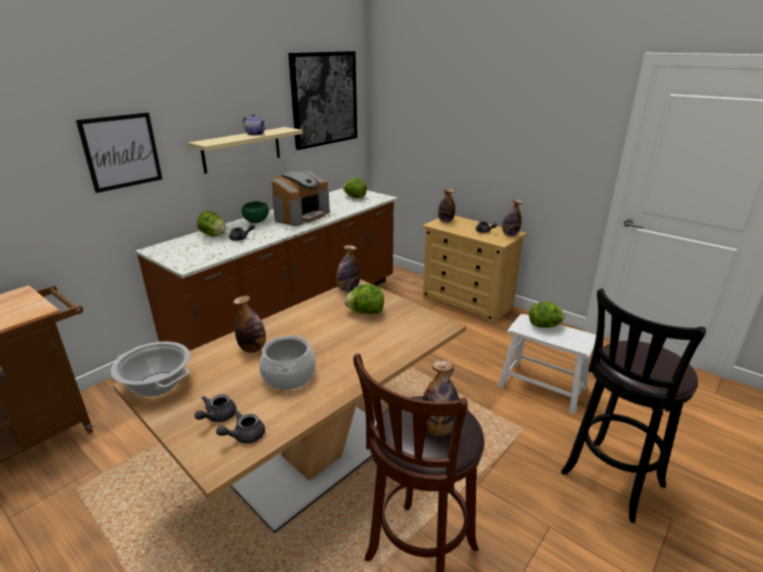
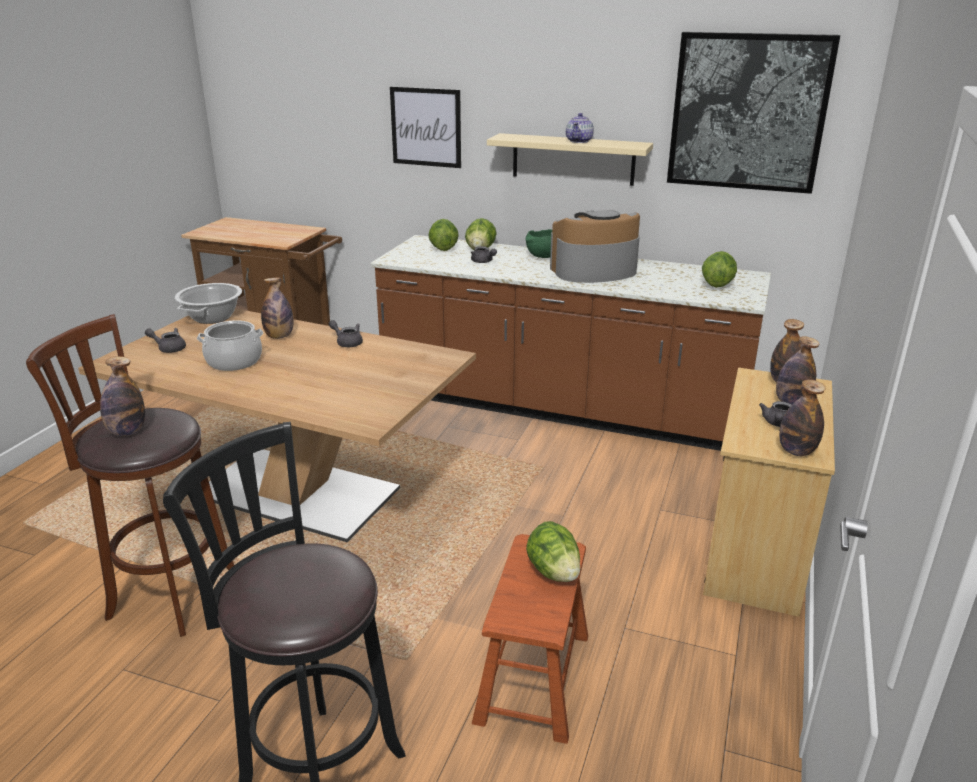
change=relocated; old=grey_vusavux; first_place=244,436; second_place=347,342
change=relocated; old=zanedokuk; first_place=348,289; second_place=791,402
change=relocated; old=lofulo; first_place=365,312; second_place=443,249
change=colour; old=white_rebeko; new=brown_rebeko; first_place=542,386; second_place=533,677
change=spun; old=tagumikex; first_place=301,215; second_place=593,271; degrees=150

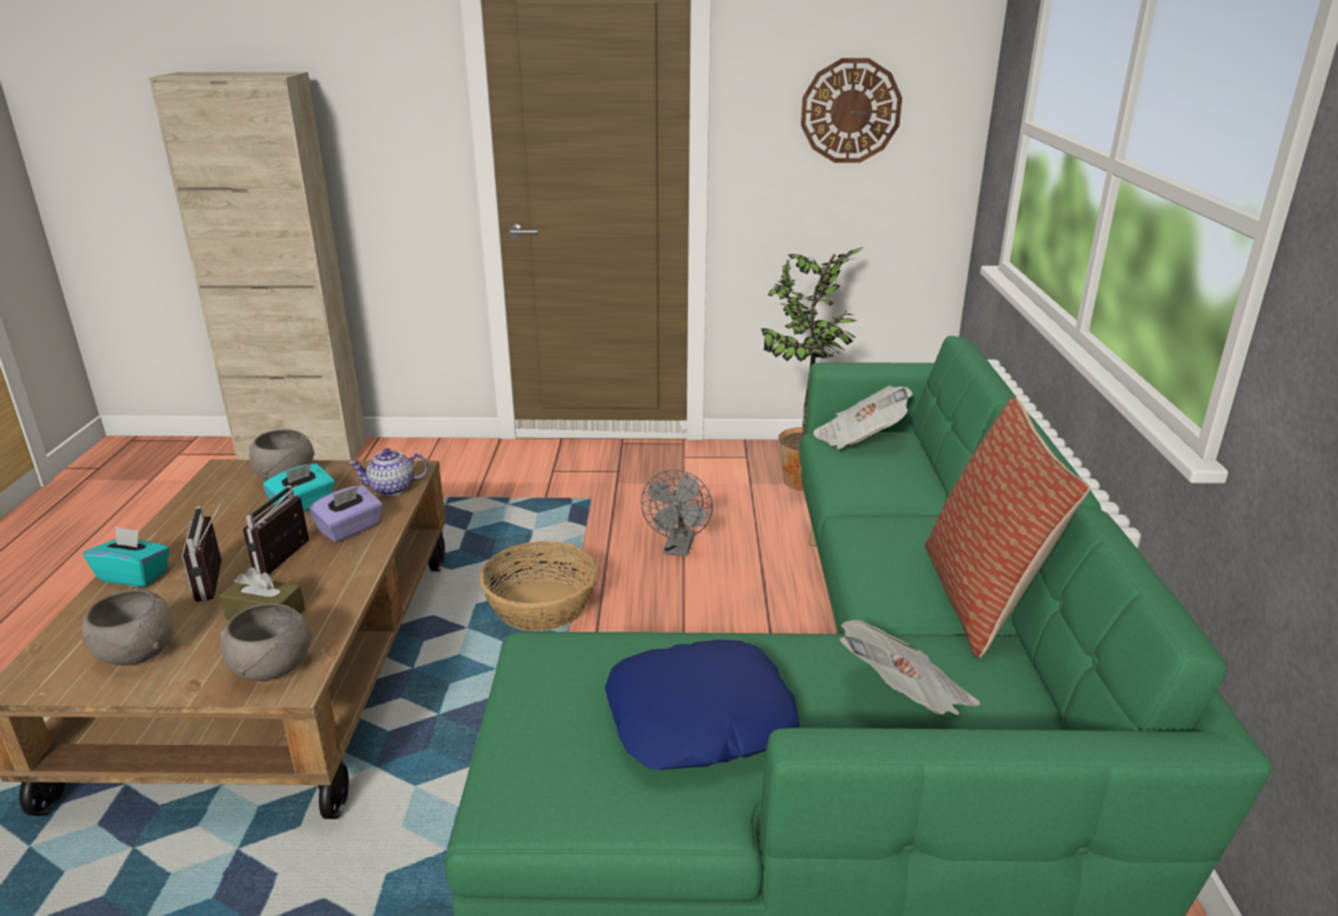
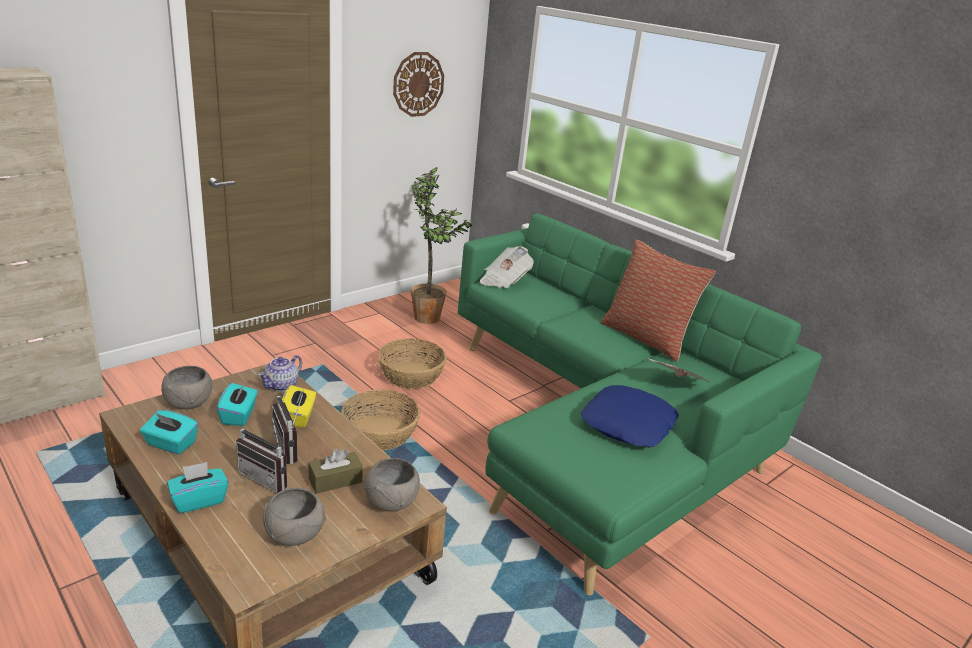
change=appeared; new=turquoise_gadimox; second_place=171,444
change=exchanged; old=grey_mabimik; new=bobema; first_place=678,549; second_place=411,375
change=colour; old=purple_gadimox; new=yellow_gadimox; first_place=350,529; second_place=298,417

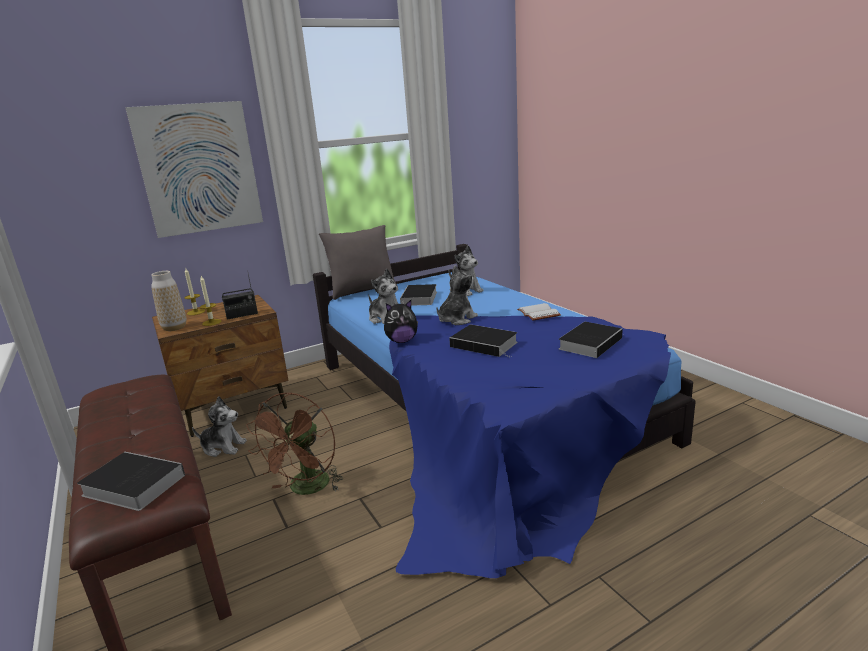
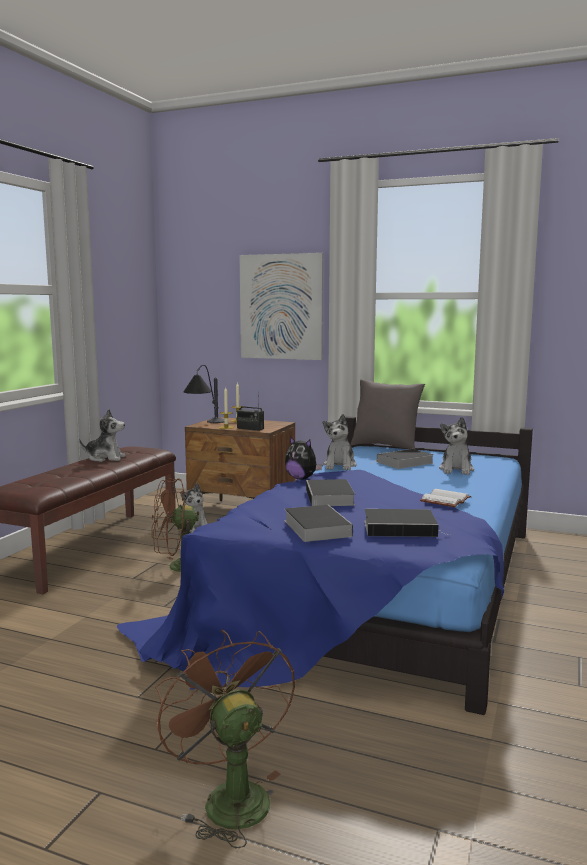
change=appeared; new=brown_mabimik; second_place=229,797
change=relocated; old=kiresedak; first_place=131,485; second_place=315,527
change=relocated; old=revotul; first_place=456,319; second_place=105,458
change=exchanged; old=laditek; new=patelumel; first_place=174,328; second_place=205,424

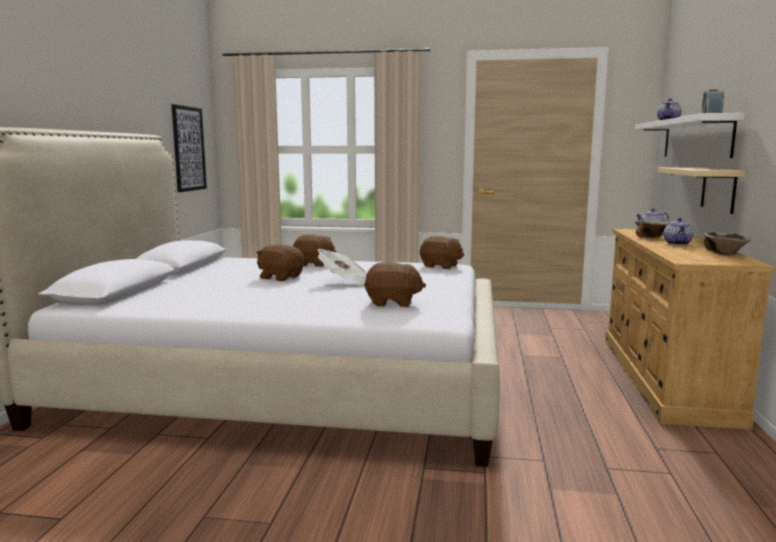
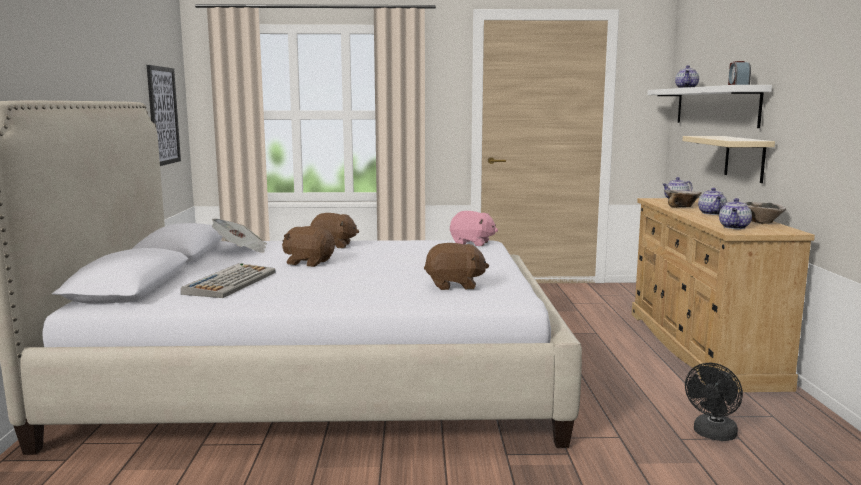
change=appeared; new=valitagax; second_place=230,282
change=appeared; new=black_mabimik; second_place=713,435
change=appeared; new=vusavux; second_place=734,227
change=relocated; old=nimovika; first_place=345,282; second_place=241,250
change=colour; old=brown_revotul; new=pink_revotul; first_place=441,266; second_place=472,243

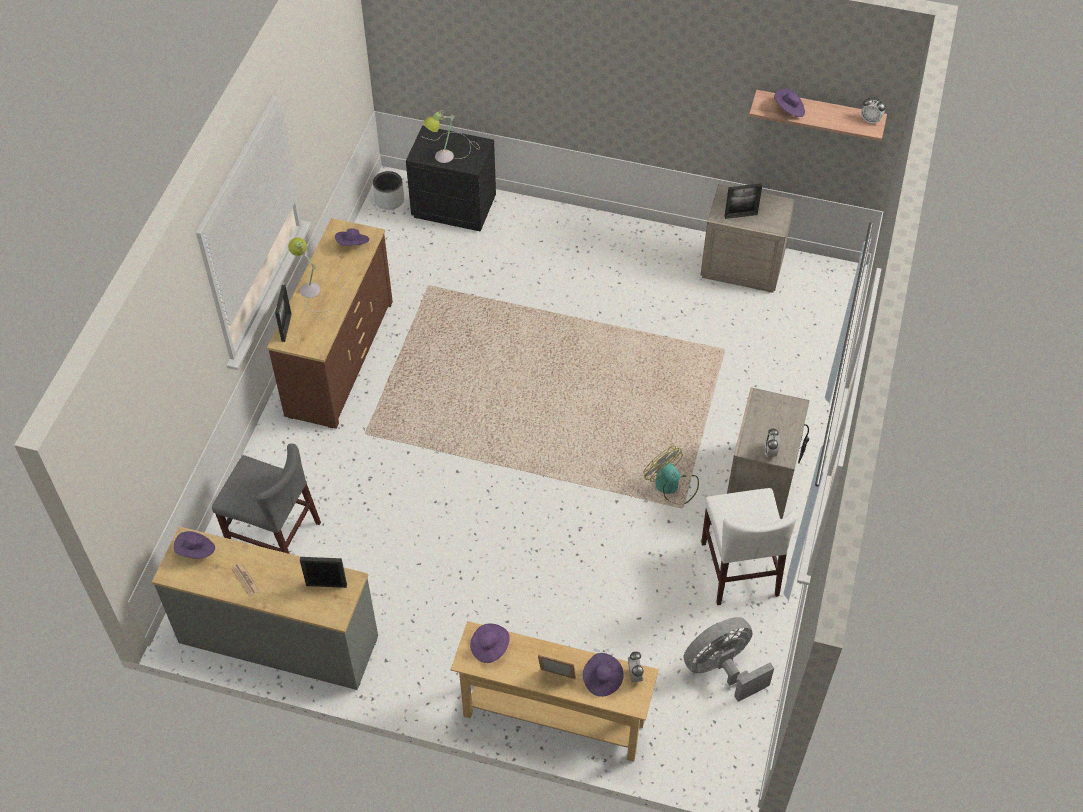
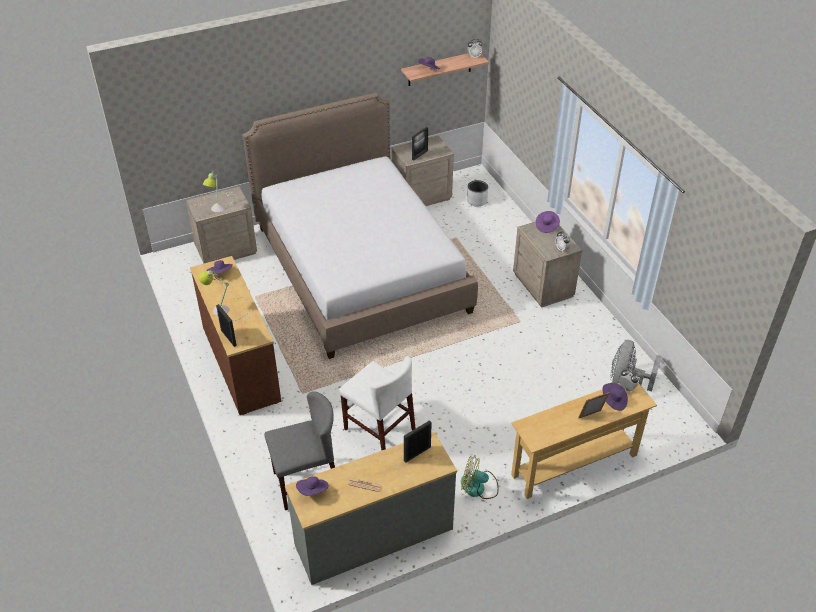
change=appeared; new=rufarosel; second_place=360,268
change=relocated; old=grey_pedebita; first_place=390,200; second_place=477,201
change=relocated; old=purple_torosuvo; first_place=489,647; second_place=546,226
change=relocated; old=mabimik; first_place=672,486; second_place=478,487
change=relocated; old=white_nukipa; first_place=739,568; second_place=379,429
change=colour; old=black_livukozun; new=beige_livukozun; first_place=454,207; second_place=226,250

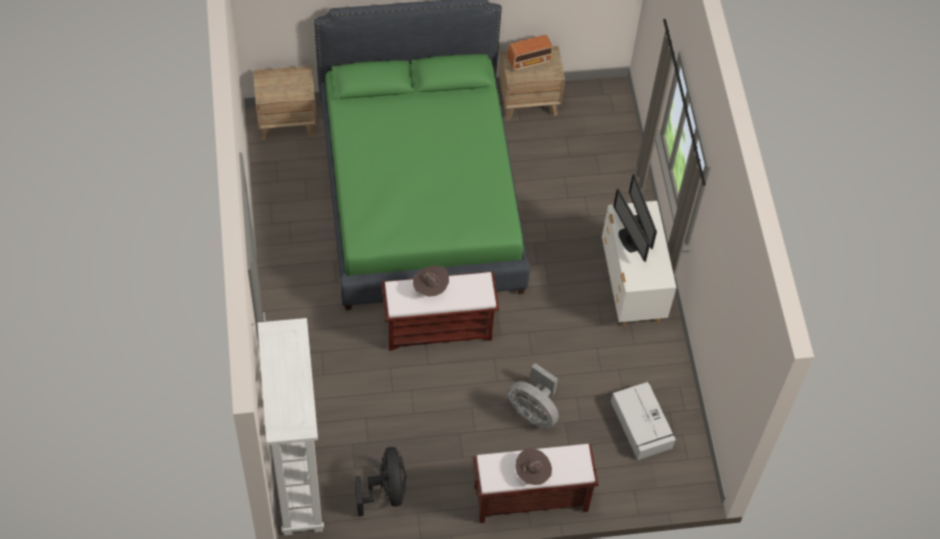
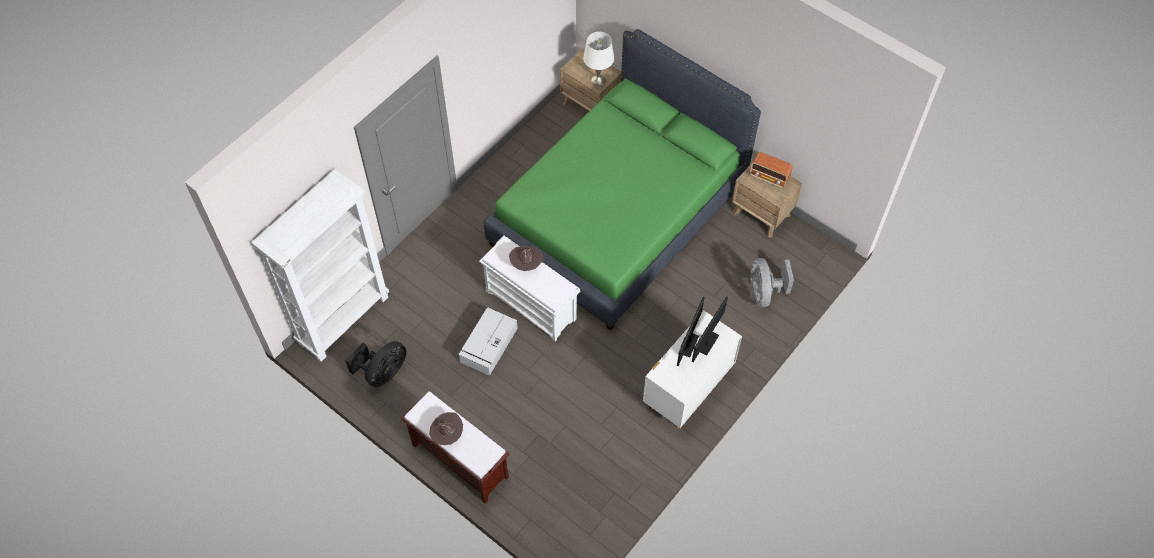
change=appeared; new=white_patelumel; second_place=598,79
change=relocated; old=grey_mabimik; first_place=534,411; second_place=764,293
change=relocated; old=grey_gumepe; first_place=641,426; second_place=488,346
change=colour; old=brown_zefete; new=white_zefete; first_place=439,328; second_place=532,305

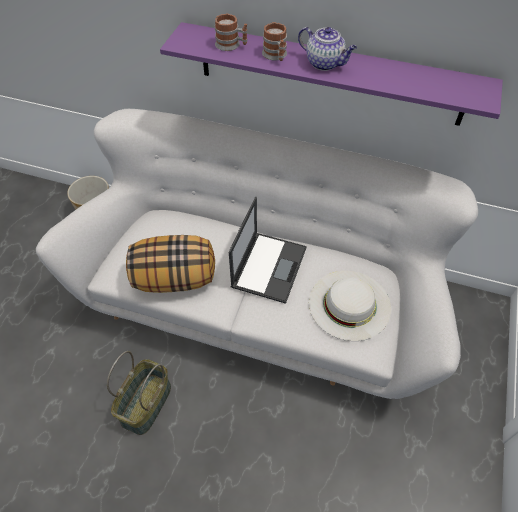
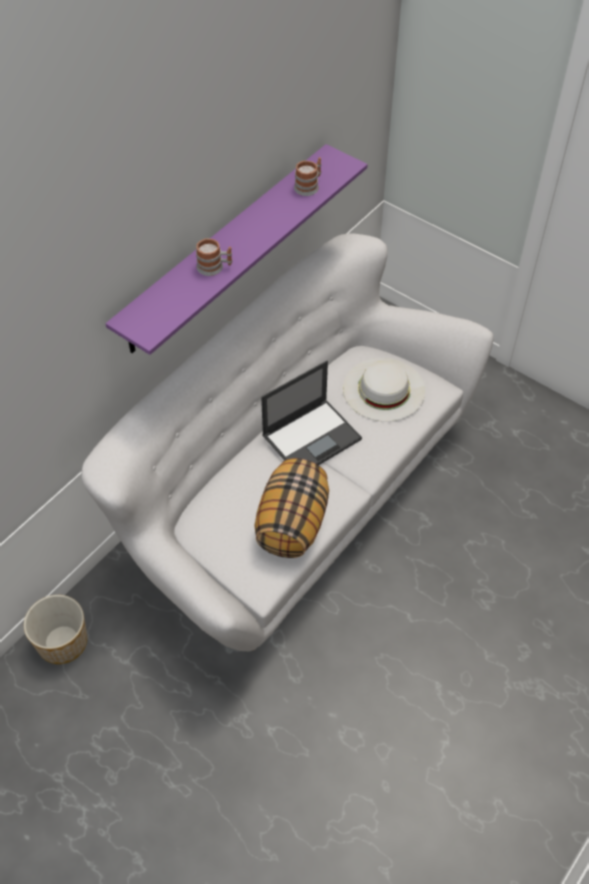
change=missing; old=bobema; first_place=147,405
change=missing; old=vusavux; first_place=325,63
change=relocated; old=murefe; first_place=231,45; second_place=309,186
change=spun; old=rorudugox; first_place=269,266; second_place=312,436; degrees=105

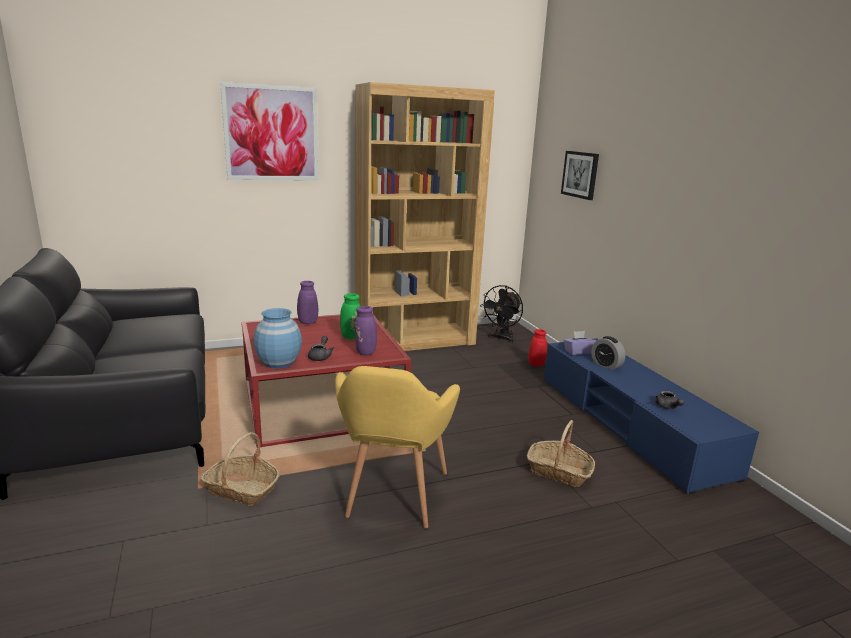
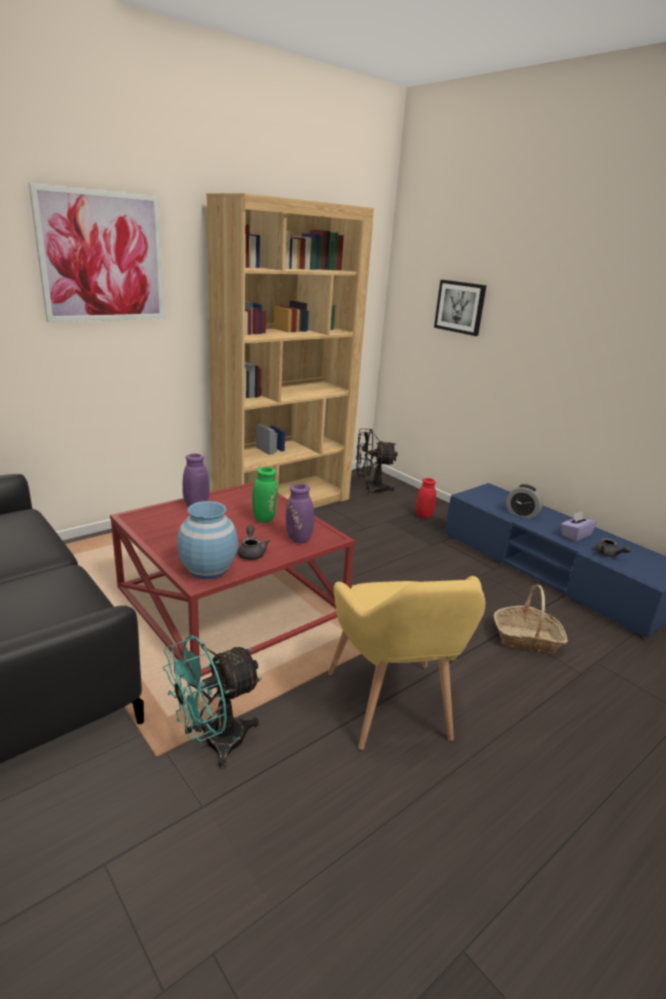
change=relocated; old=purple_gadimox; first_place=577,352; second_place=575,536
change=exchanged; old=bobema; new=turquoise_mabimik; first_place=242,489; second_place=213,743
change=spun; old=black_mabimik; first_place=501,339; second_place=370,489; degrees=75

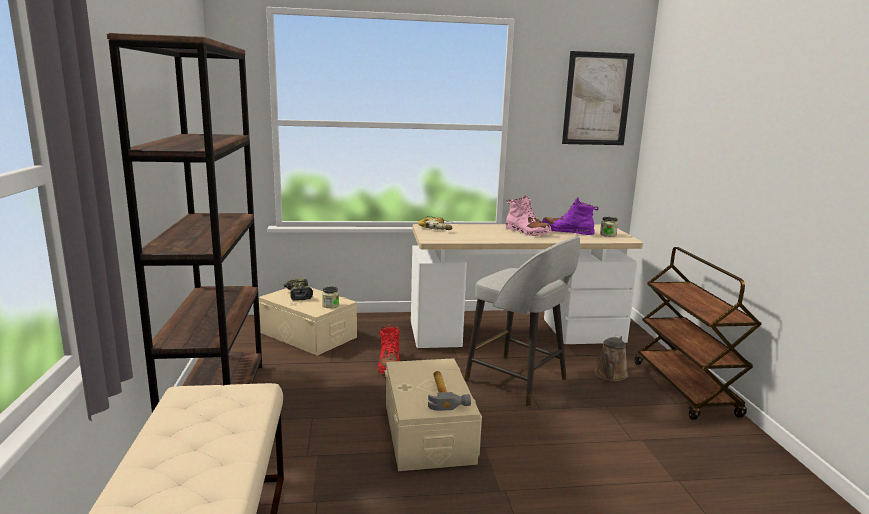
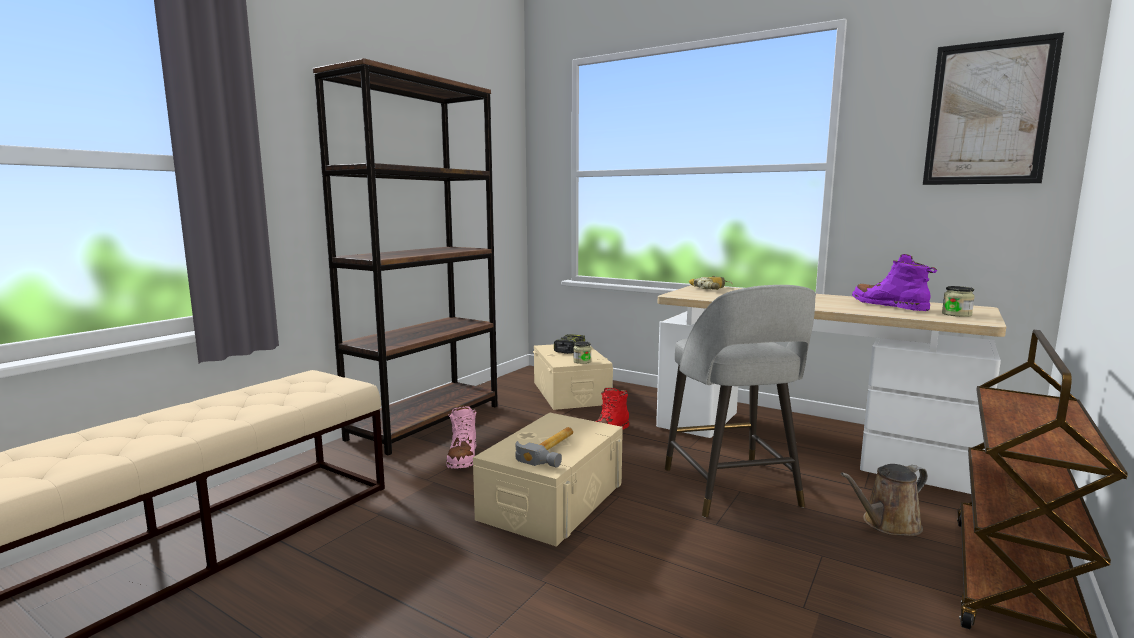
change=relocated; old=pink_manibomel; first_place=527,232; second_place=462,457

